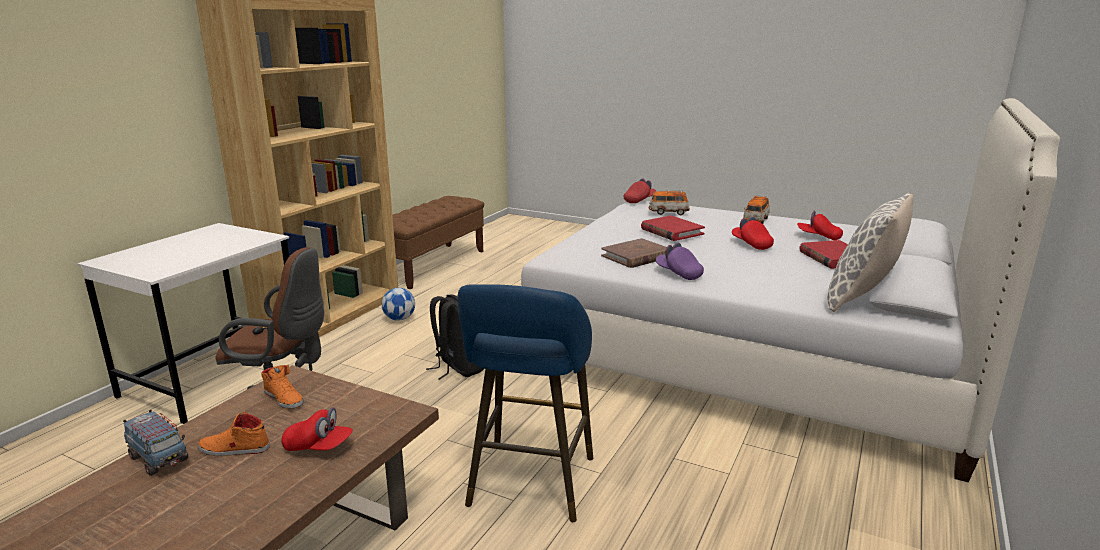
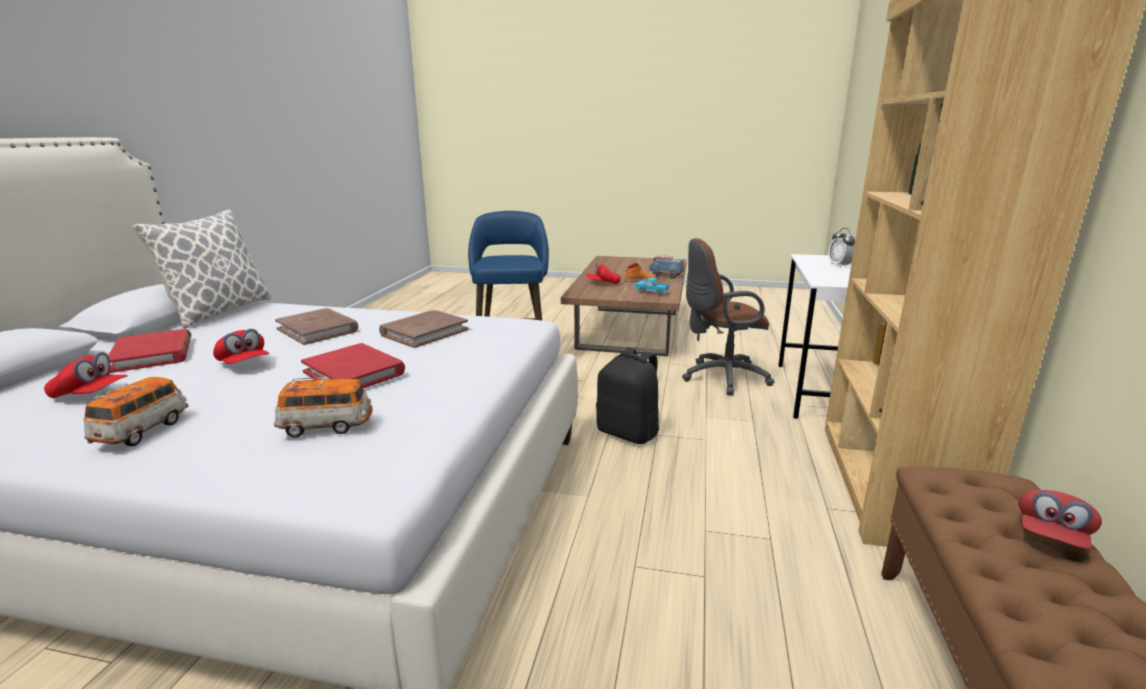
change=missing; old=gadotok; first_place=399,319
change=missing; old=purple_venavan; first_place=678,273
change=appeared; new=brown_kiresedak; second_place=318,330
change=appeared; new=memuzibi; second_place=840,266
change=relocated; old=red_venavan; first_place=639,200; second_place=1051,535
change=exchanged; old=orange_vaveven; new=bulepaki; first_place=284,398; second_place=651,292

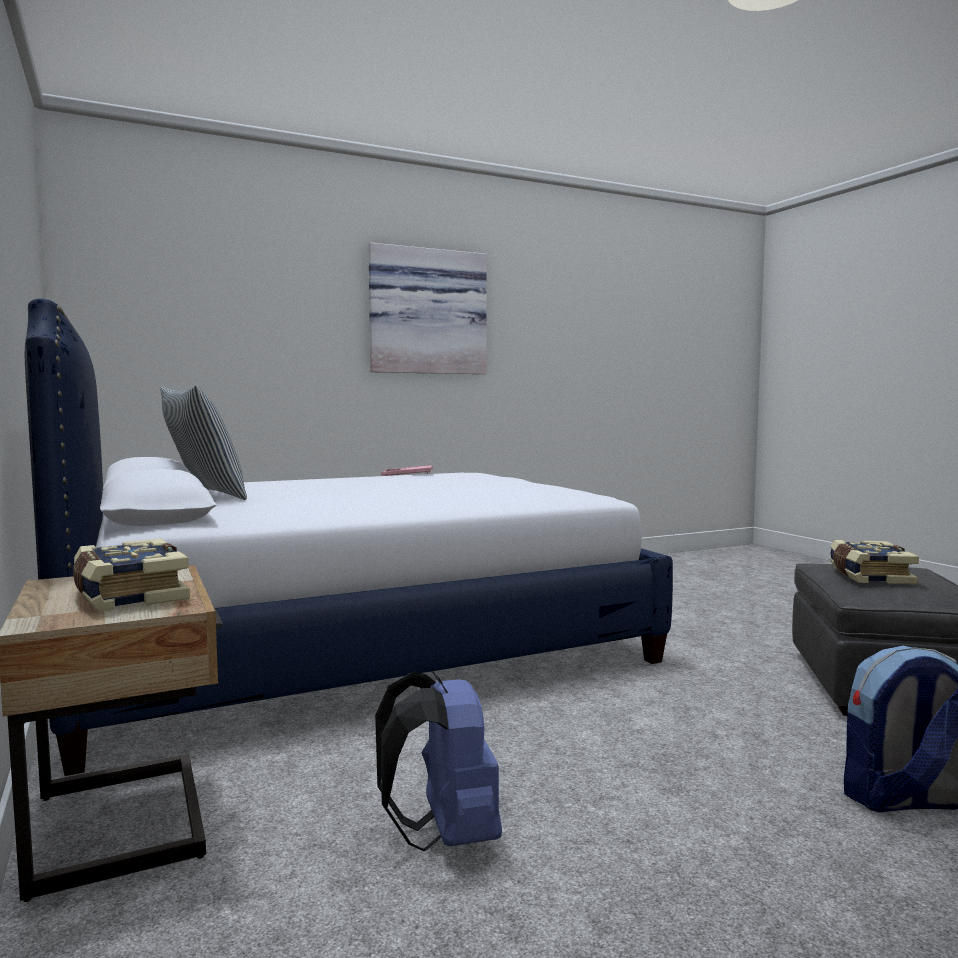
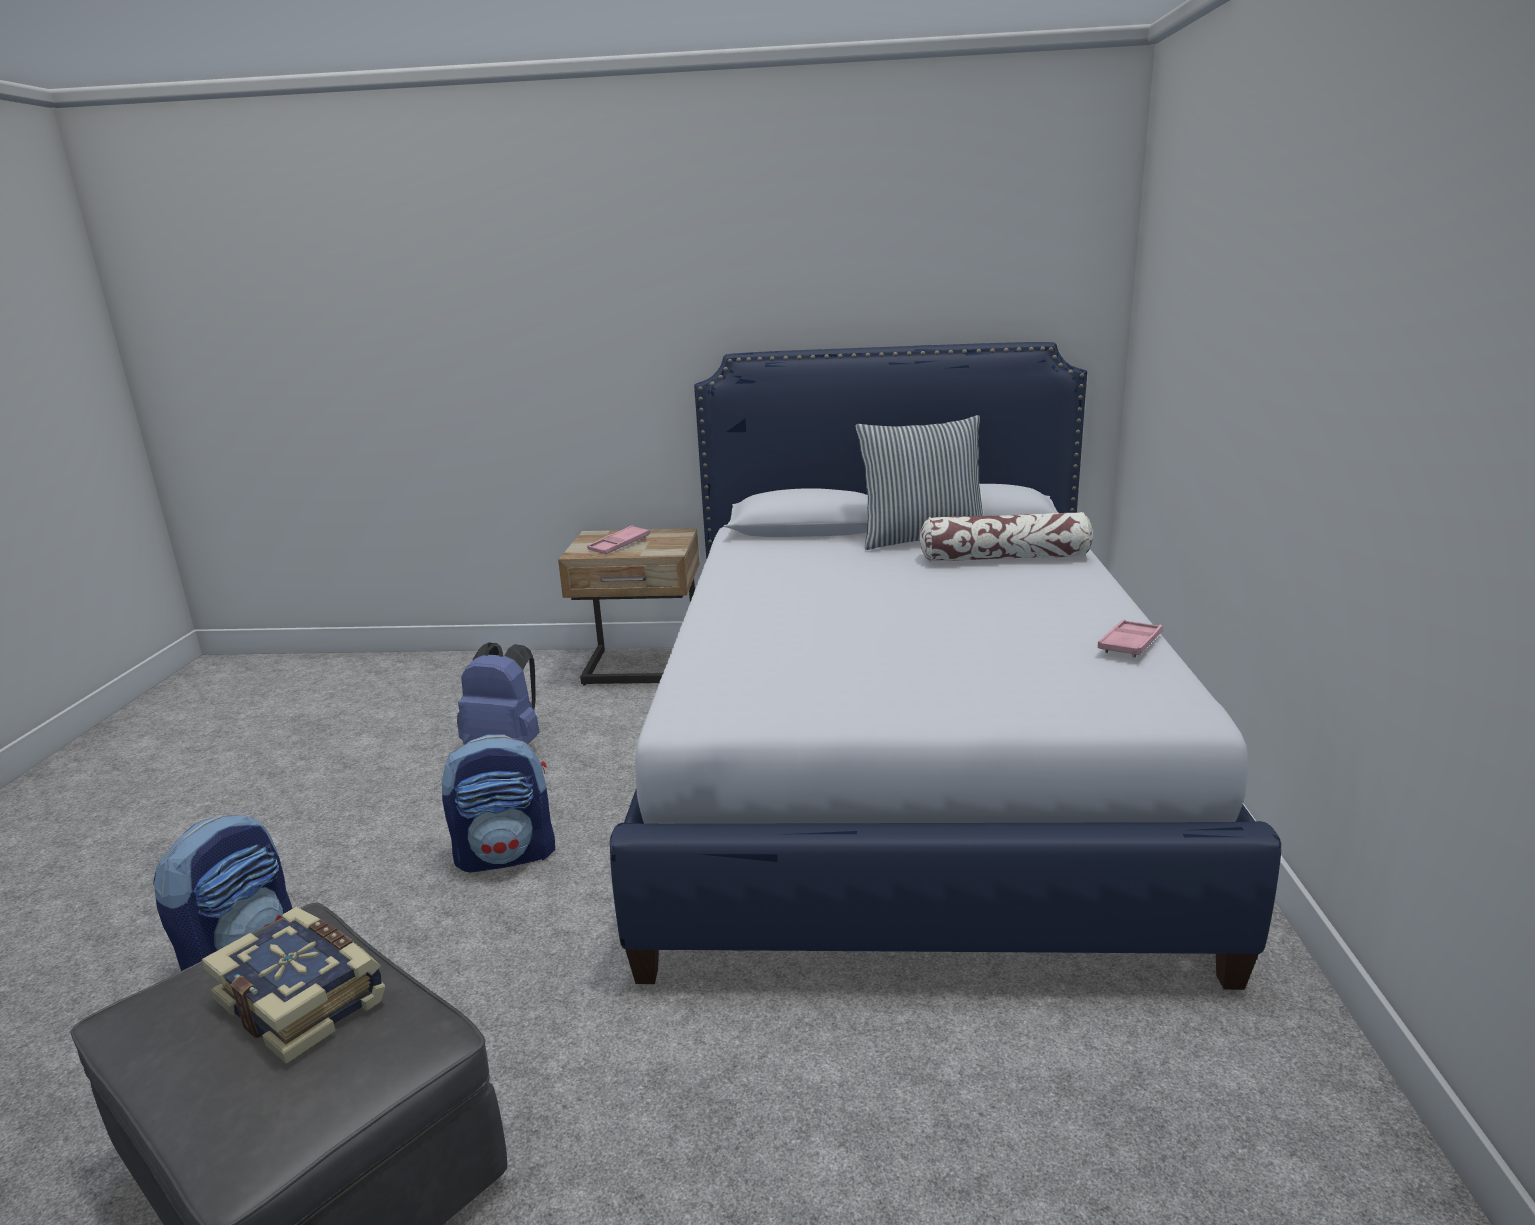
change=missing; old=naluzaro; first_place=427,312
change=appeared; new=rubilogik; second_place=507,855
change=appeared; new=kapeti; second_place=1004,558
change=exchanged; old=kiresedak; new=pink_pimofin; first_place=128,596; second_place=619,545

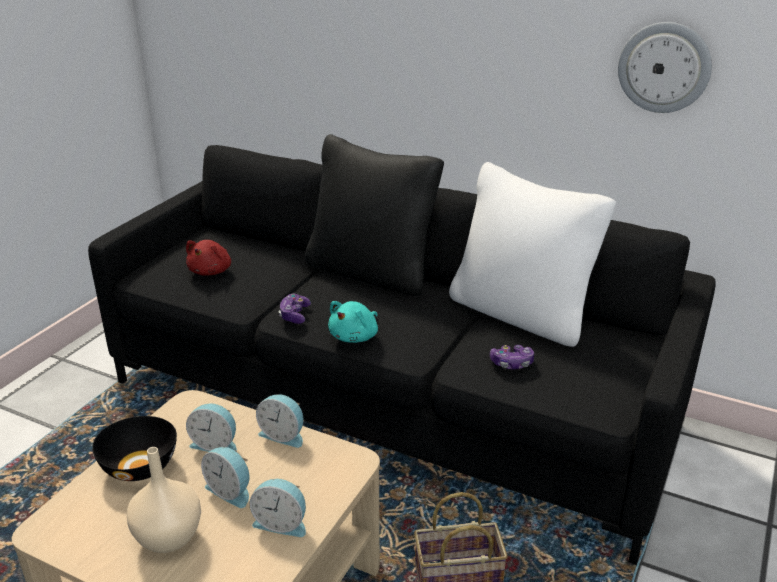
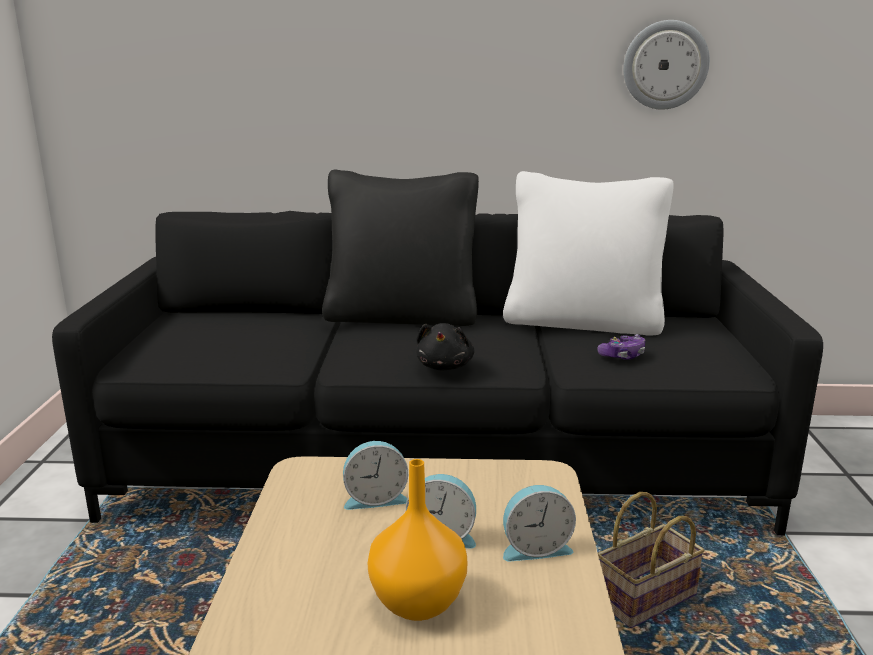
change=missing; old=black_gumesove; first_place=141,466
change=missing; old=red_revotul; first_place=211,271
change=missing; old=memuzibi; first_place=283,435
change=missing; old=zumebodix; first_place=294,315
change=colour; old=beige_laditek; new=orange_laditek; first_place=170,538; second_place=420,602
change=colour; old=turquoise_revotul; new=black_revotul; first_place=355,336; second_place=445,366

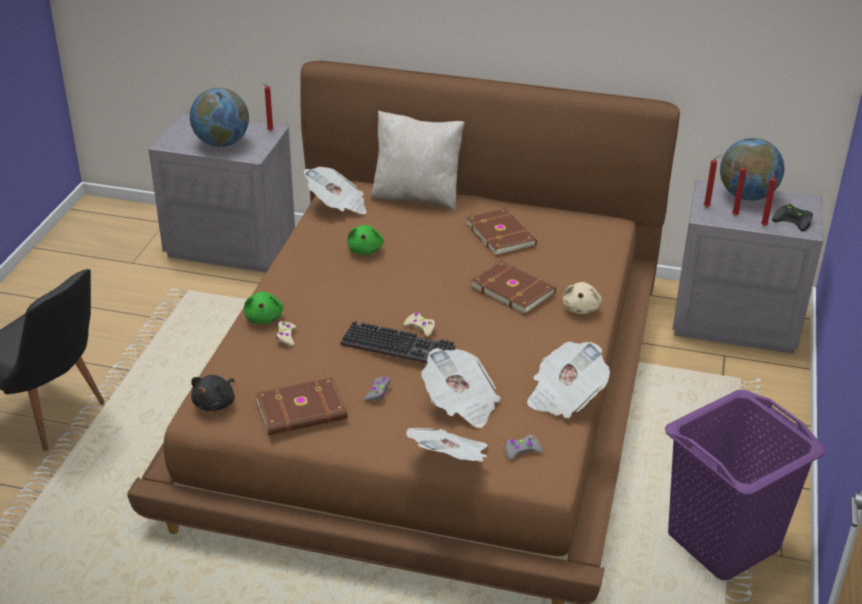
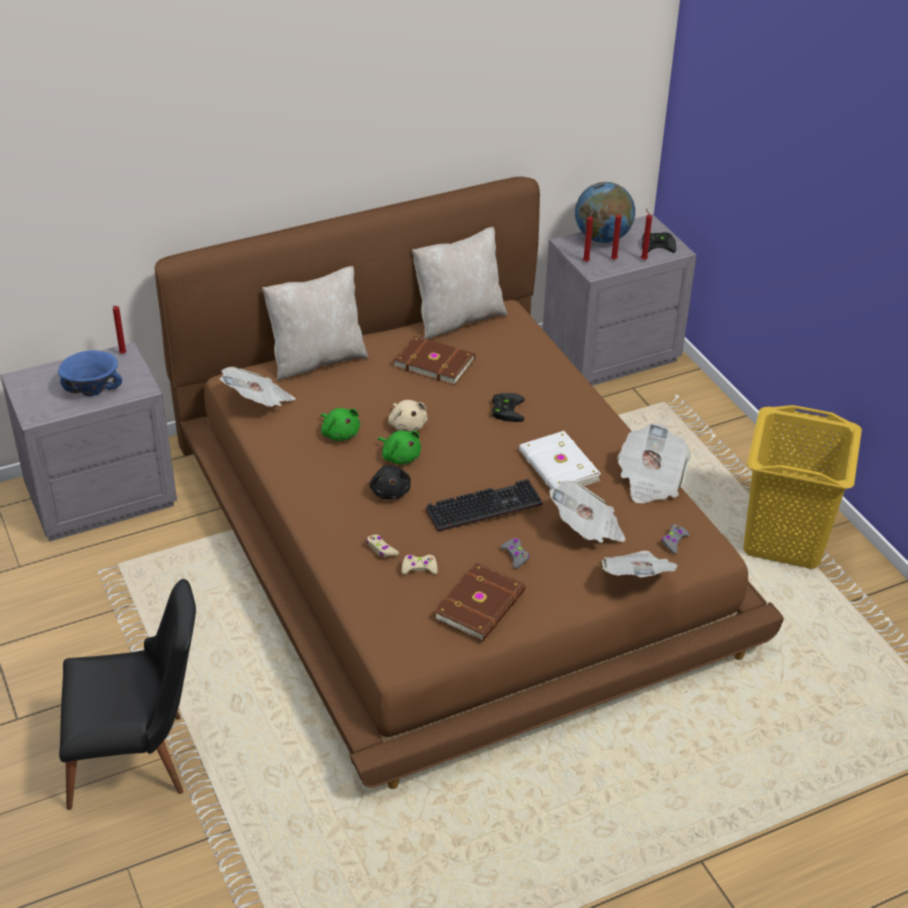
change=appeared; new=beige_kapeti; second_place=458,318
change=appeared; new=white_kiresedak; second_place=558,467
change=relocated; old=black_revotul; first_place=215,403; second_place=390,491
change=relocated; old=green_revotul; first_place=264,318; second_place=400,456
change=relocated; old=beige_zumebodix; first_place=420,327; second_place=419,568
change=relocated; old=beige_revotul; first_place=581,308; second_place=407,425
change=exchanged; old=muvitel; new=blue_gumesove; first_place=221,143; second_place=92,389
change=exchanged; old=brown_kiresedak; new=black_zumebodix; first_place=513,290; second_place=506,409
change=colour; old=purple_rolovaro; new=yellow_rolovaro; first_place=724,541; second_place=785,538

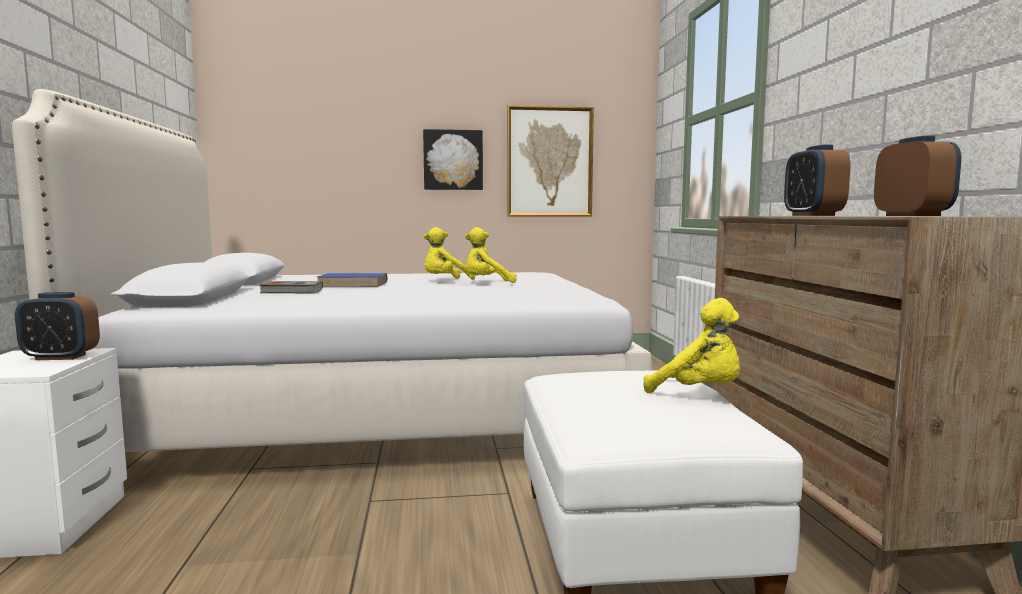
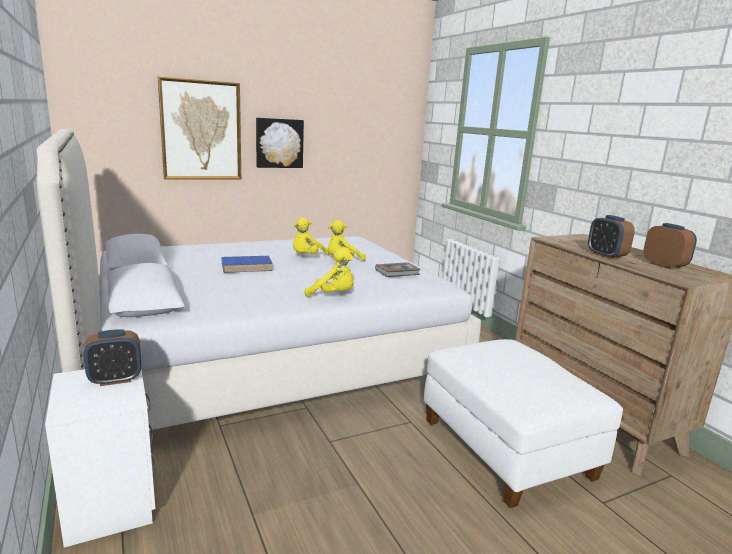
change=relocated; old=kiresedak; first_place=292,291; second_place=397,272
change=relocated; old=naluzaro; first_place=549,162; second_place=201,130
change=relocated; old=yellow_revotul; first_place=699,393; second_place=333,295

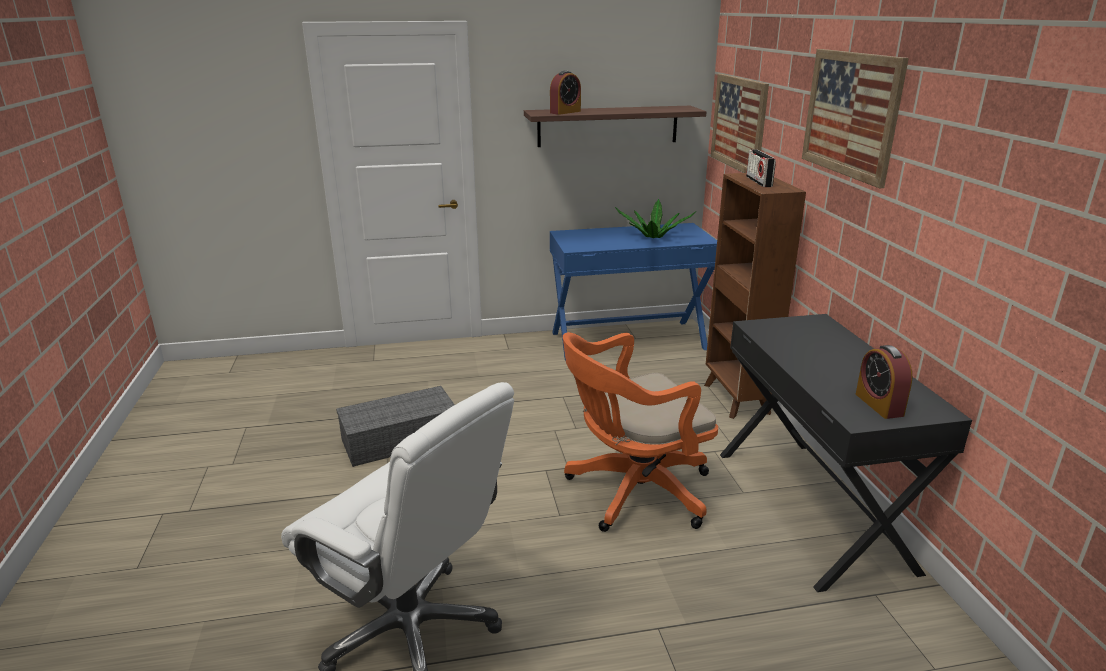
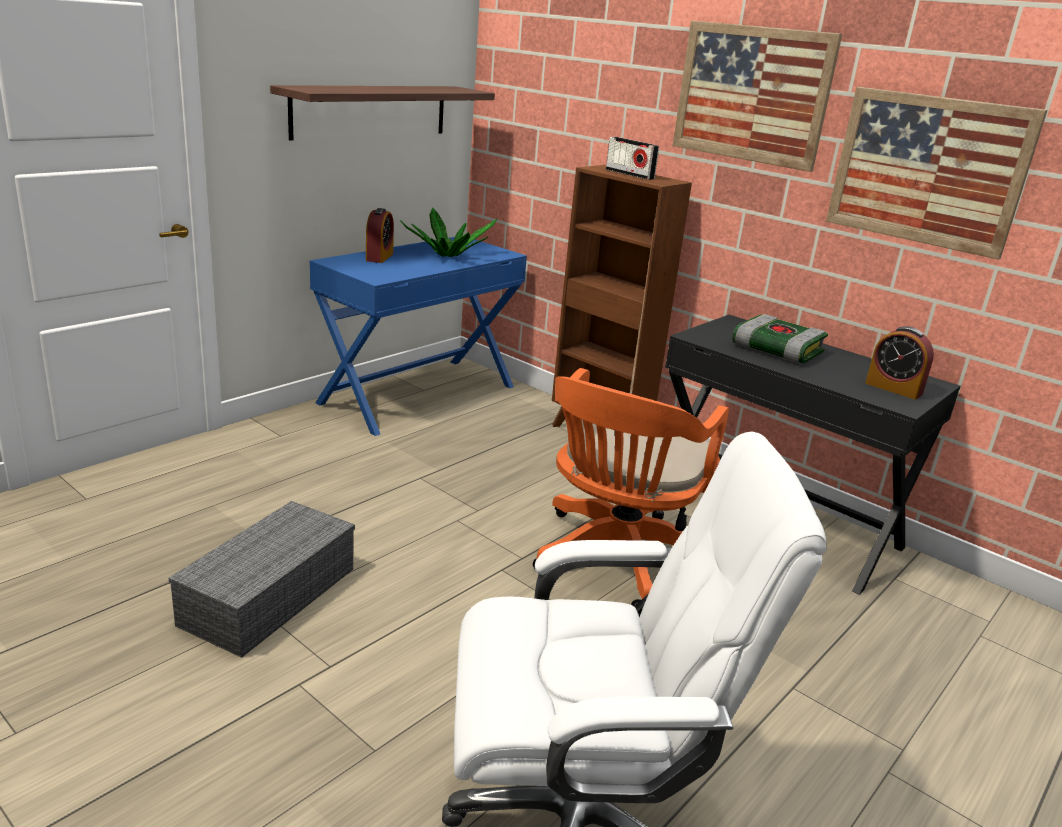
change=appeared; new=kiresedak; second_place=775,349
change=relocated; old=memuzibi; first_place=565,112; second_place=379,257
change=relocated; old=naluzaro; first_place=738,123; second_place=927,170

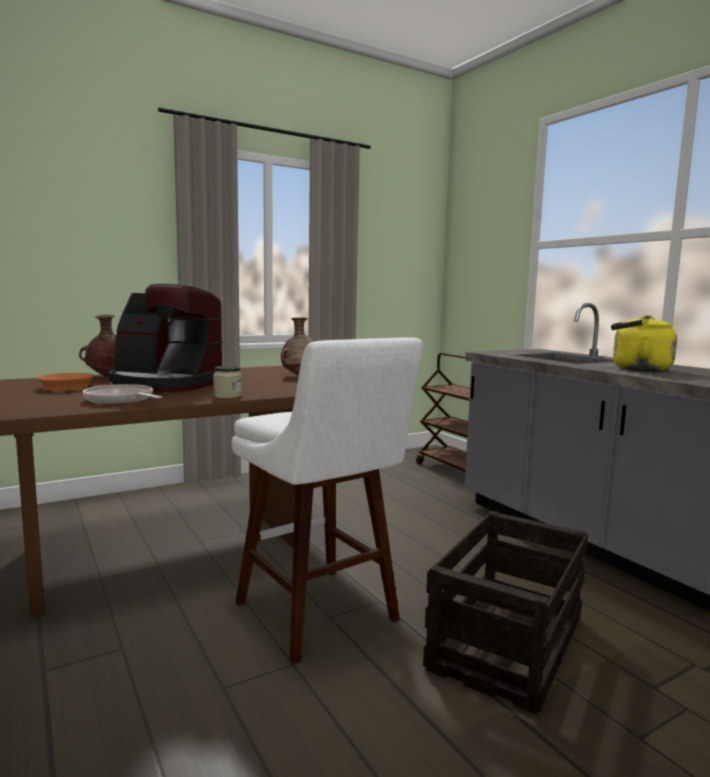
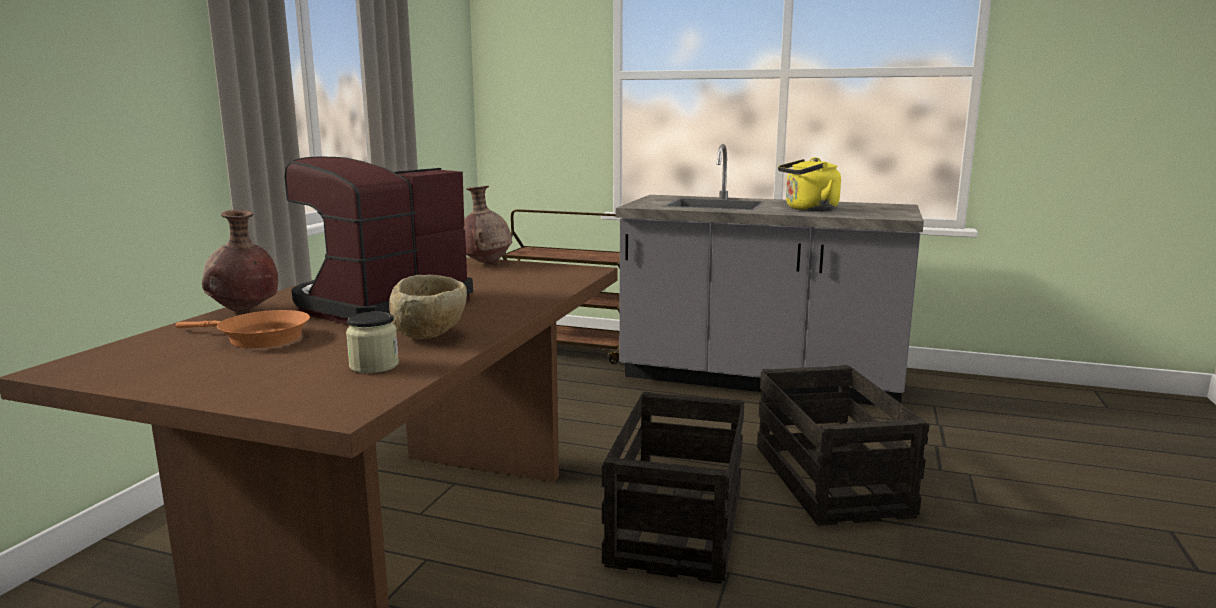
change=relocated; old=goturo; first_place=227,396; second_place=374,366
change=exchanged; old=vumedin; new=beige_gumesove; first_place=121,400; second_place=430,336
change=exchanged; old=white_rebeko; new=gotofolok; first_place=320,615; second_place=677,525
change=spun; old=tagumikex; first_place=166,384; second_place=380,305; degrees=150

